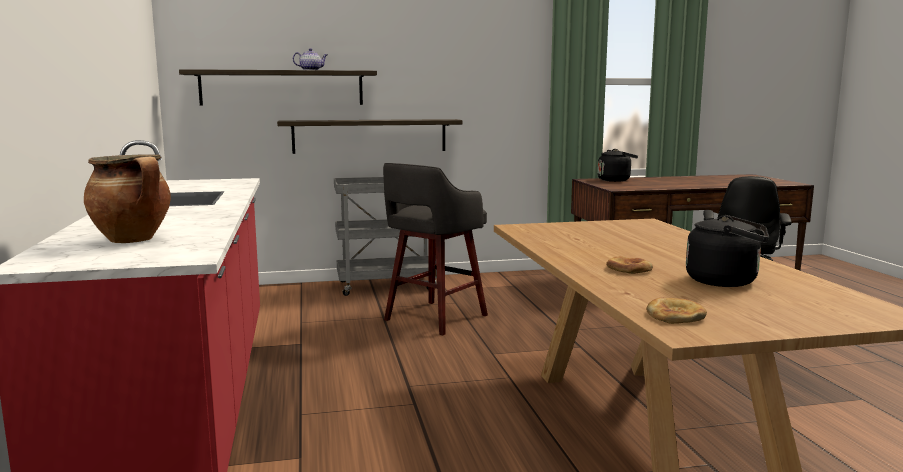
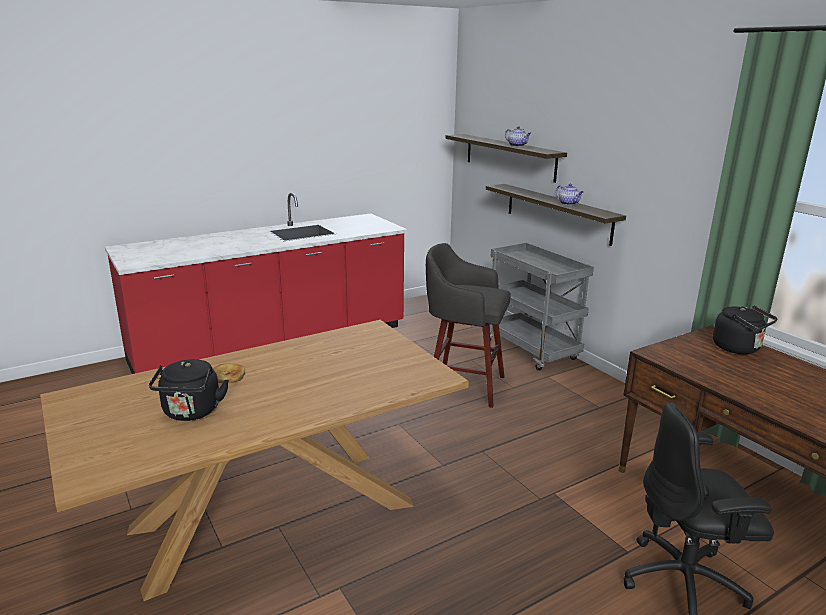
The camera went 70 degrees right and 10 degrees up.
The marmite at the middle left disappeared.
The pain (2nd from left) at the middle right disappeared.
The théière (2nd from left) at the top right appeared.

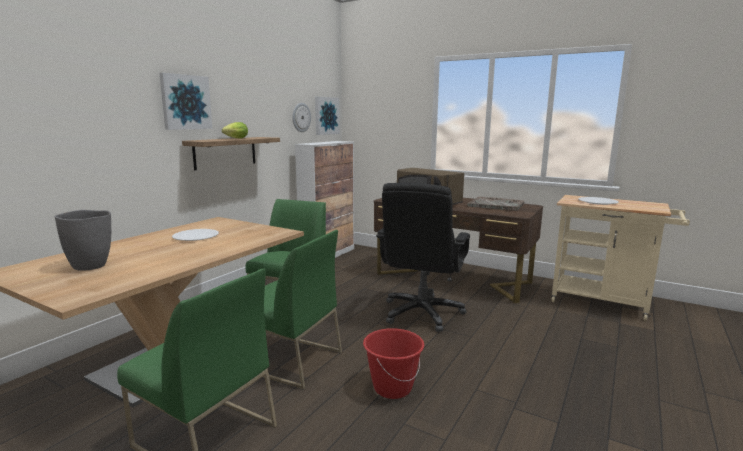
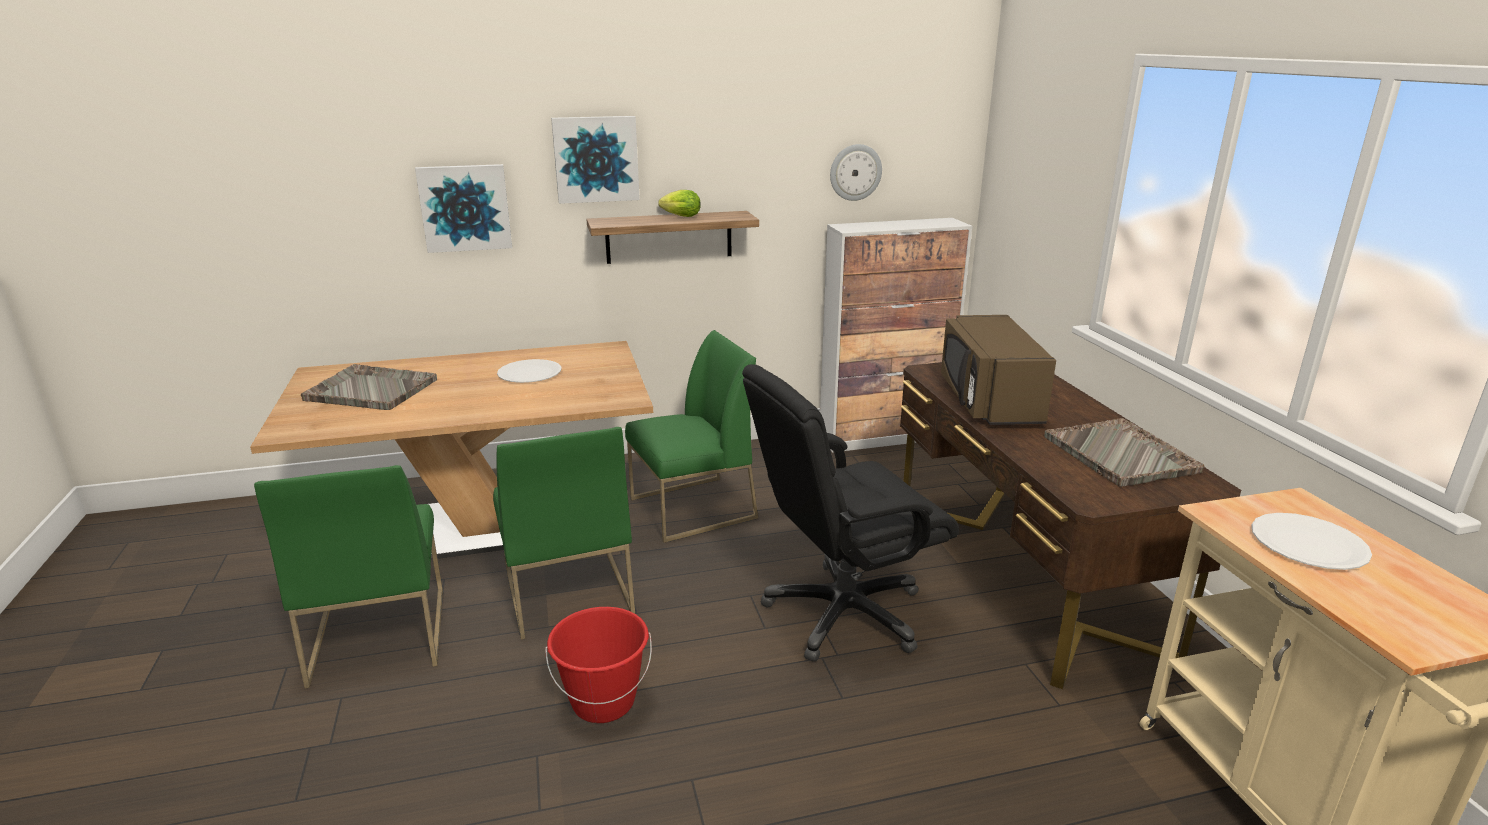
The camera went 45 degrees right and 10 degrees up.
The vase [gris] at the middle left was replaced by the plateau [gris] (1st from left) at the middle left.
The tableau (2nd from left in the first image) moved from the top centre to the top left.

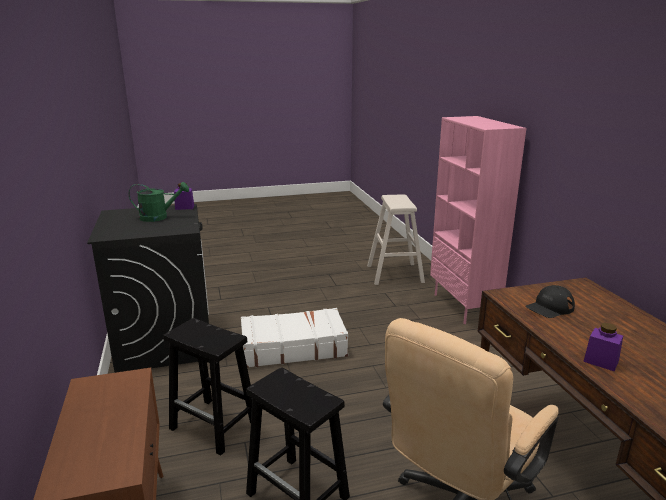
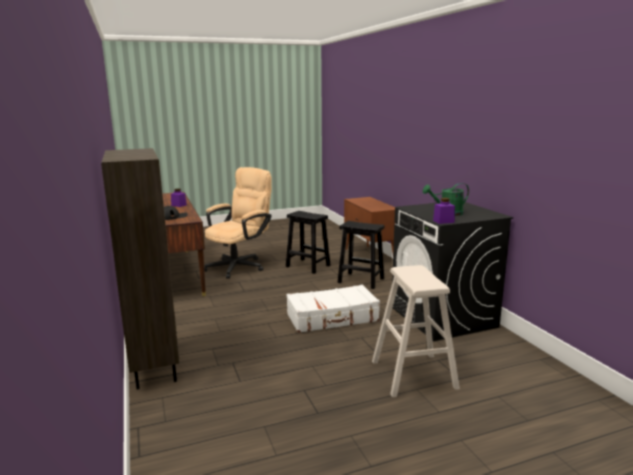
The camera went 175 degrees right and 5 degrees down.
The tabouret [beige] moved from the centre to the bottom centre.
The bibliothèque [rose] at the middle right became the bibliothèque [marron] at the middle left.

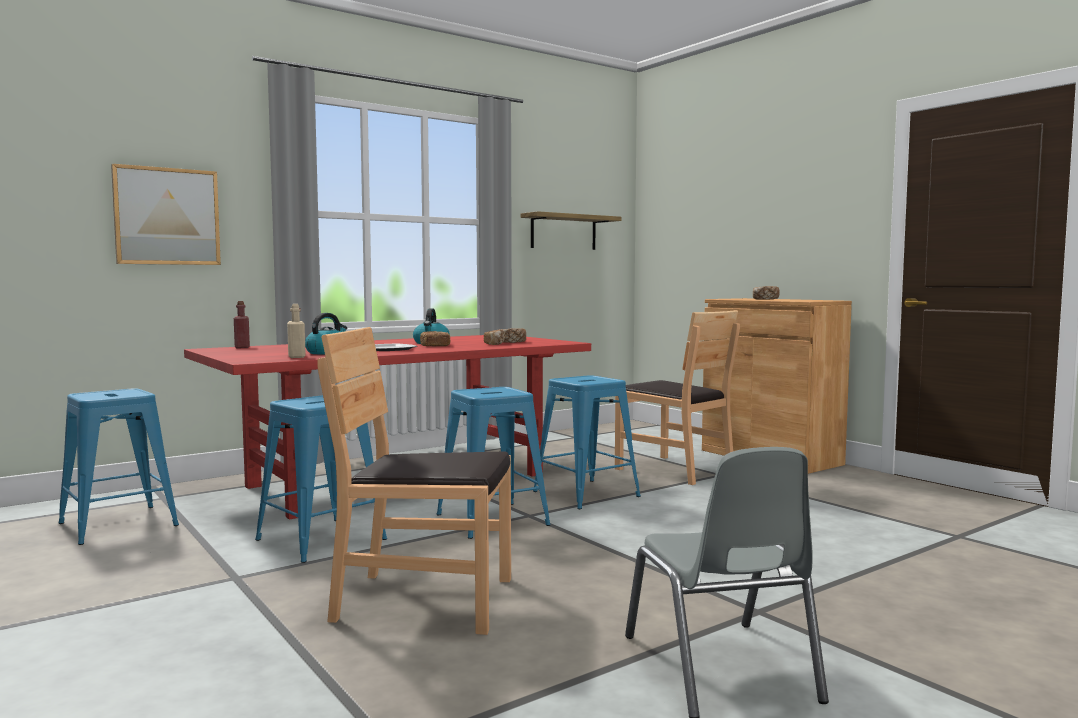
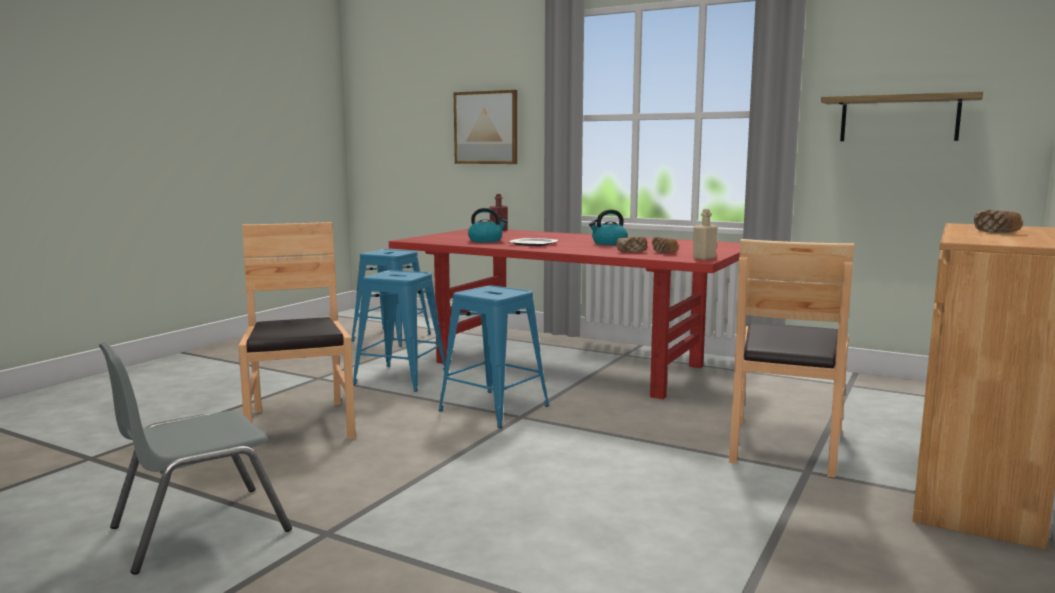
The camera went 65 degrees right and 5 degrees up.
The bouteille [beige] moved from the middle left to the middle right.
The pain (1st from left) at the centre disappeared.
The tabouret [bleu] (4th from left) at the centre disappeared.

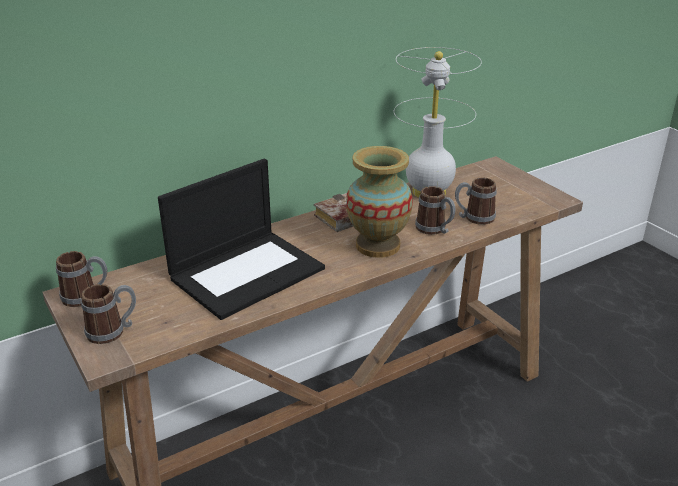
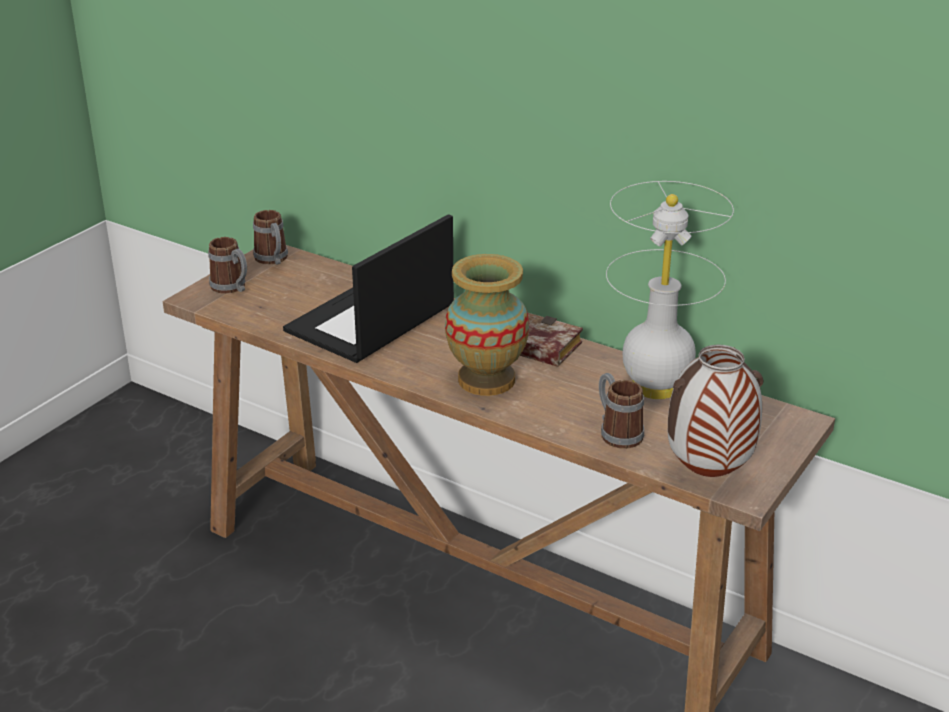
The camera went 65 degrees right and 0 degrees up.
The ordinateur portable at the centre turned 105 degrees clockwise.
The mug (3rd from left) at the centre disappeared.
The vase (2nd from left) at the middle right appeared.

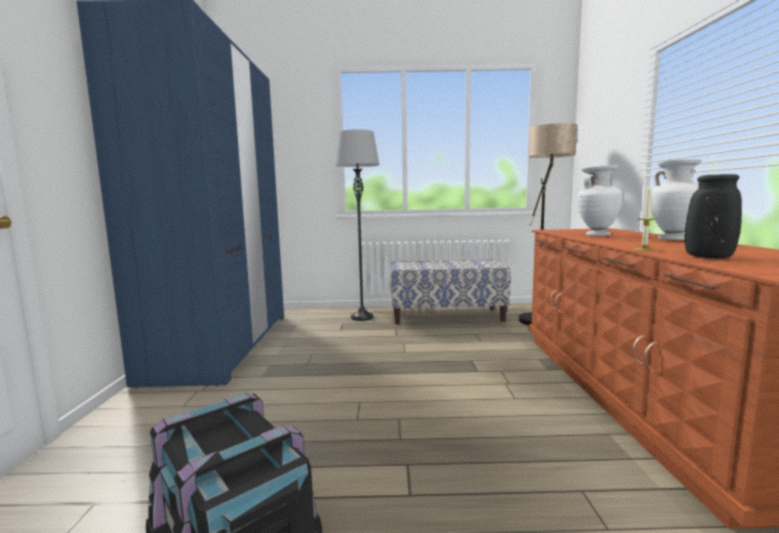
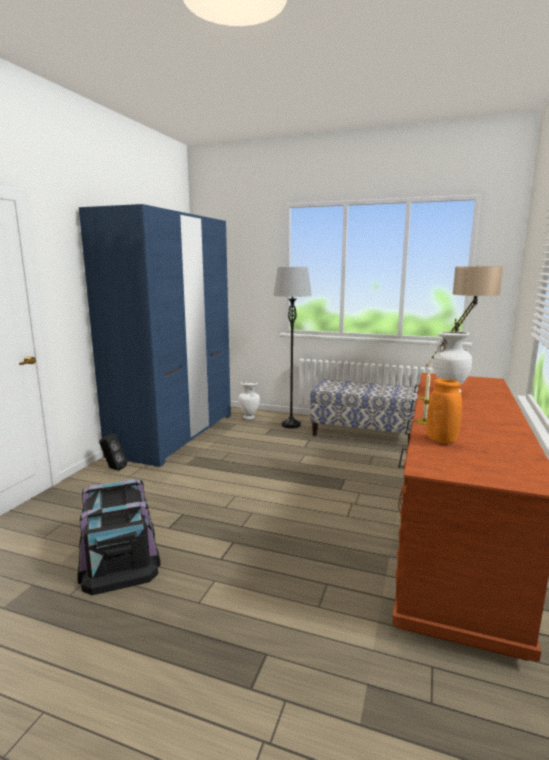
The camera went 20 degrees right and 5 degrees up.
The vase [blanc] (2nd from left in the first image) moved from the middle right to the centre.
The vase [noir] at the middle right became the vase [orange] at the middle right.
The enceinte [noir] at the middle left appeared.

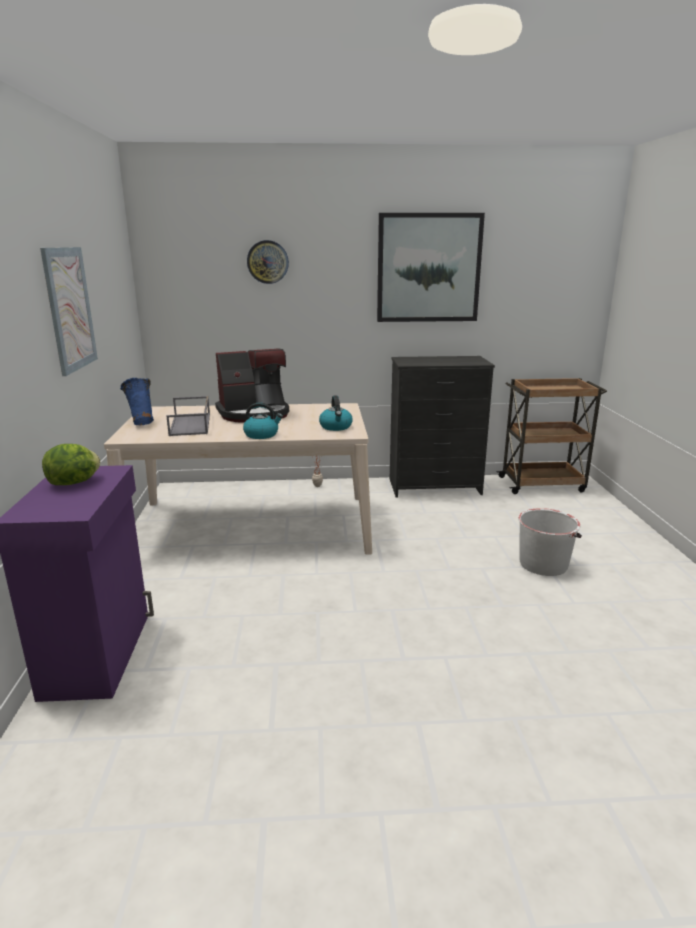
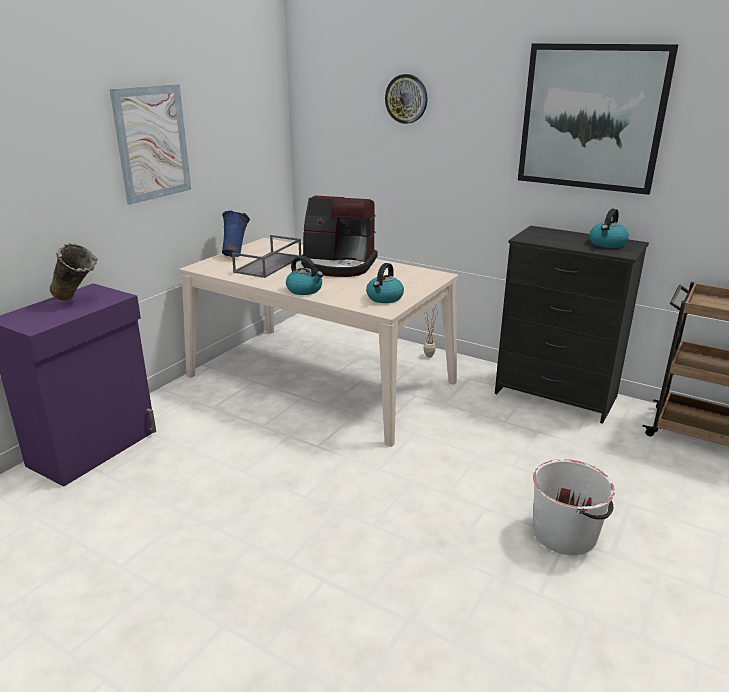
The camera went 35 degrees right and 5 degrees up.
The laitue at the middle left was replaced by the vase [beige] at the middle left.
The bouilloire (3rd from left) at the top right appeared.

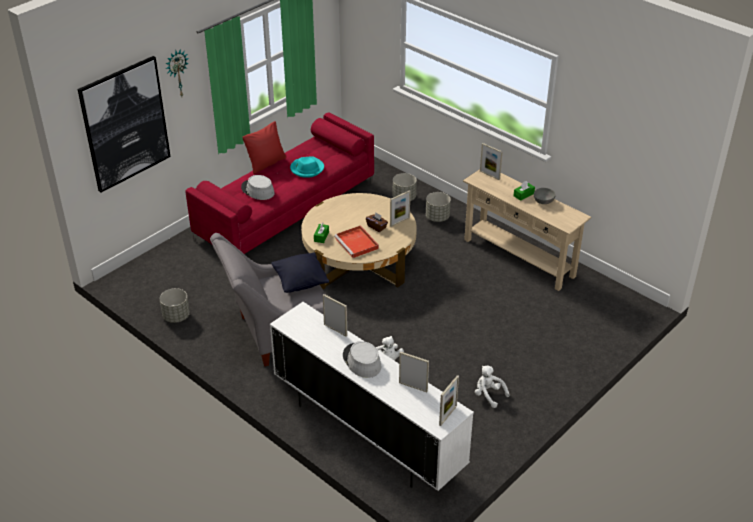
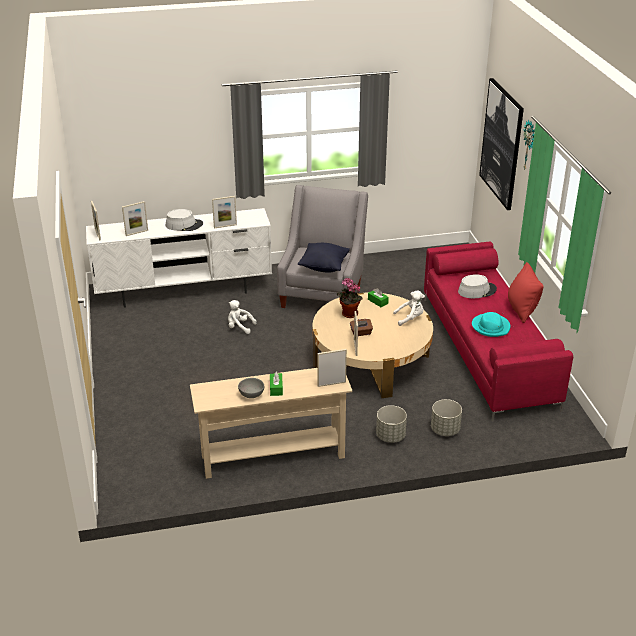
The camera went 125 degrees right and 5 degrees down.
The cache-pot [gris] (1st from left) at the middle left disappeared.
The plateau [rouge] at the centre was replaced by the plante en pot at the centre.
The peluche [blanc] (2nd from left) moved from the bottom centre to the centre.

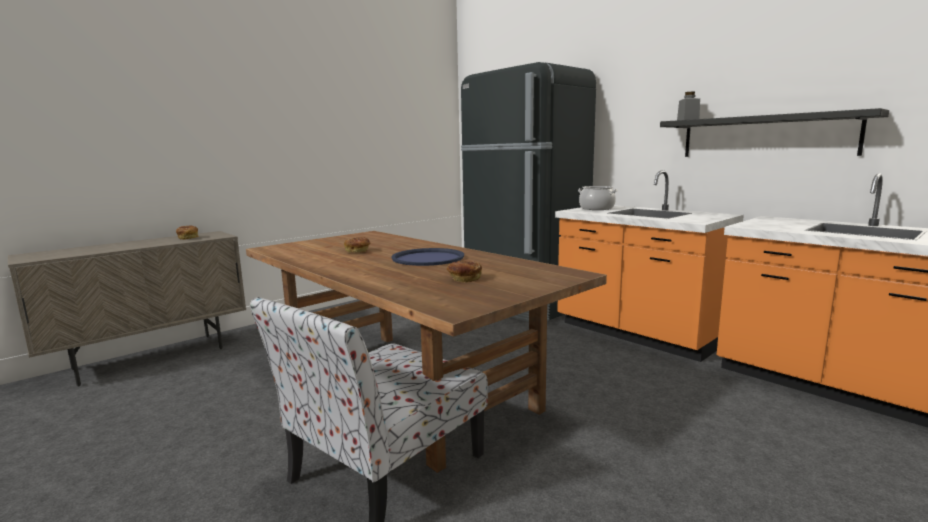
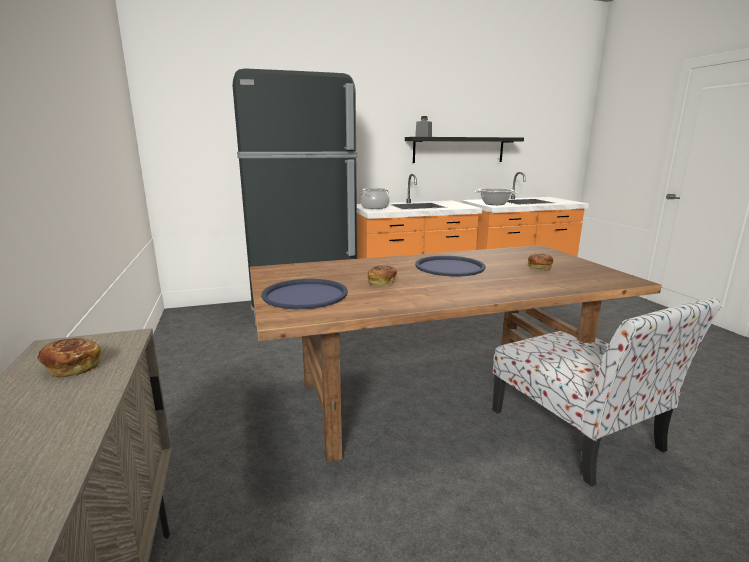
The camera went 65 degrees left and 5 degrees up.
The plateau [bleu] (1st from left) at the centre appeared.
The marmite (2nd from left) at the centre appeared.

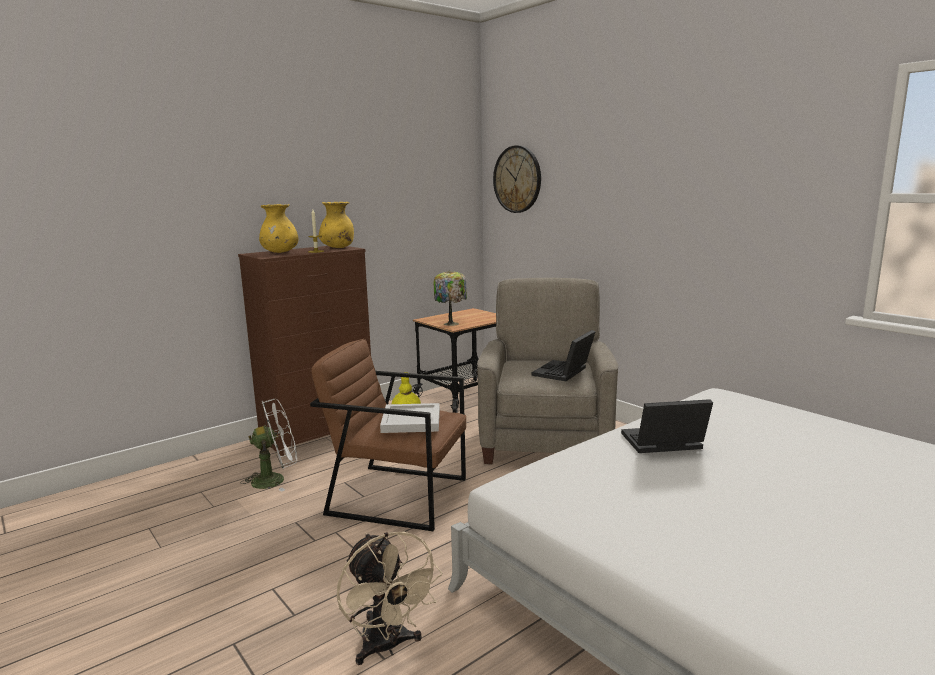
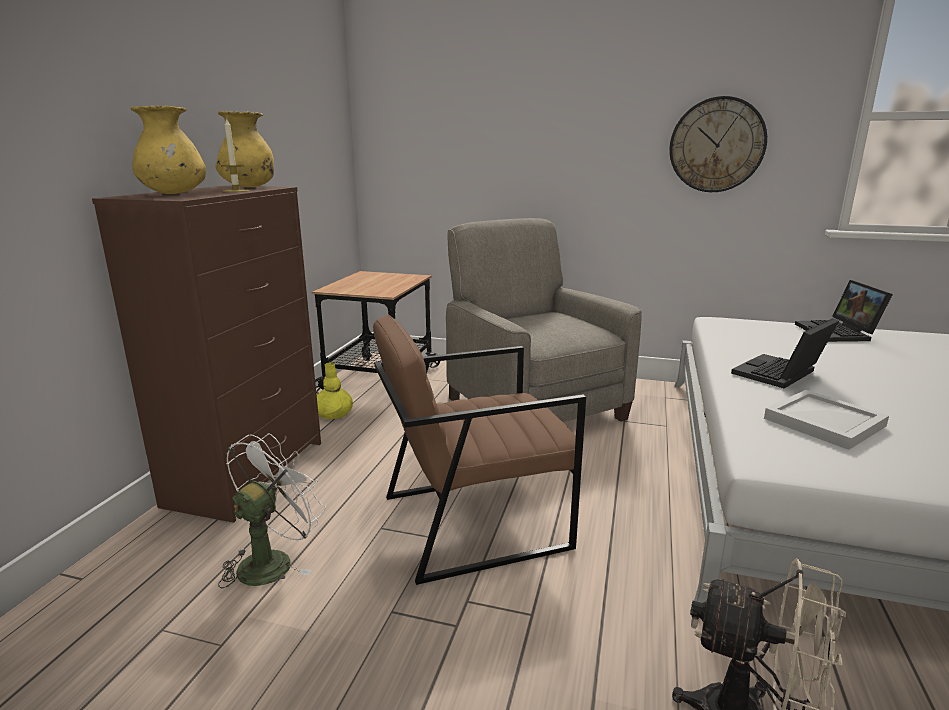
The camera went 35 degrees left and 5 degrees up.
The plateau [blanc] moved from the centre to the middle right.
The lampe de table at the centre disappeared.
The horloge murale moved from the top centre to the top right.
The ordinateur portable (1st from left in the first image) moved from the centre to the middle right.

